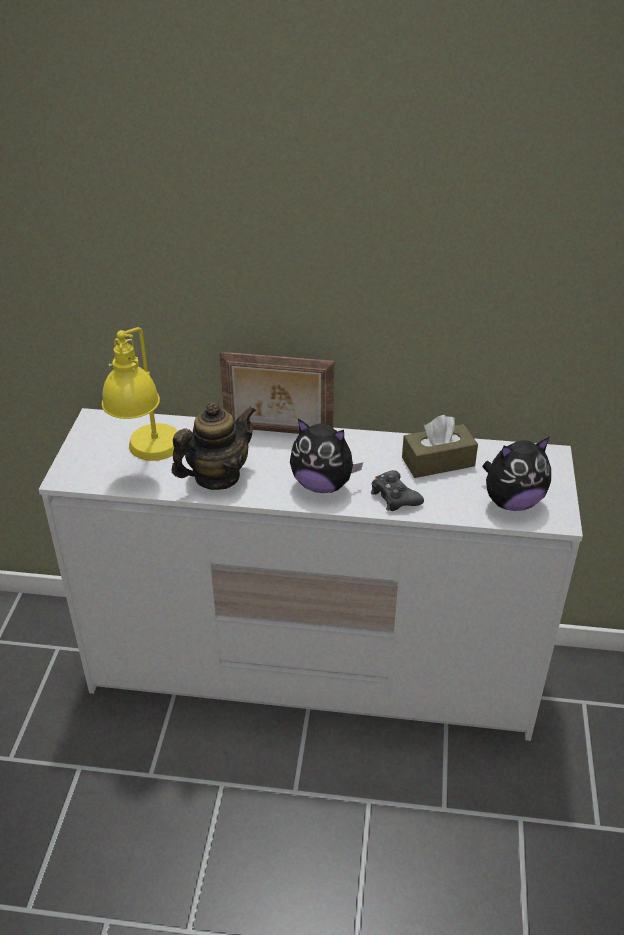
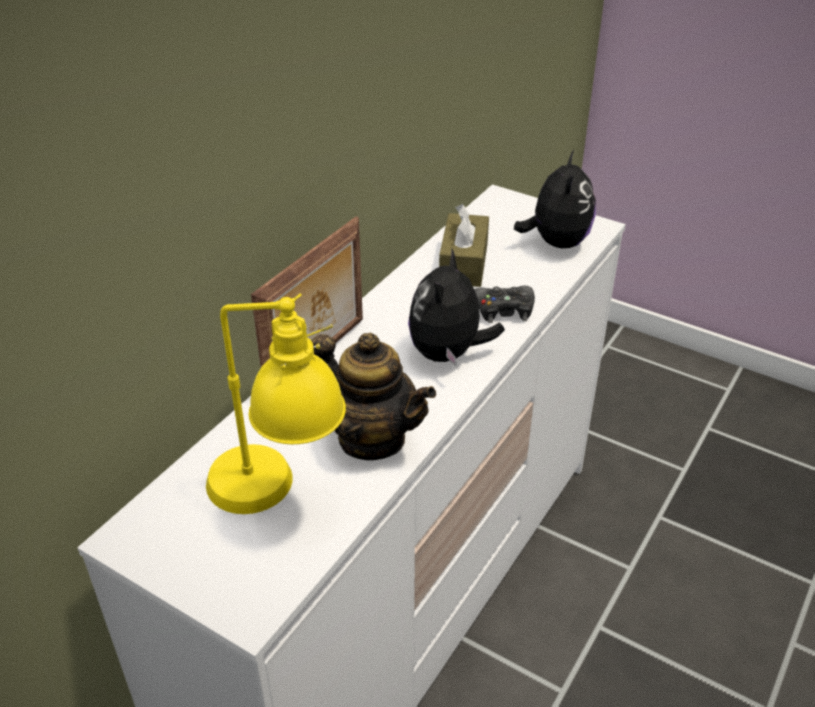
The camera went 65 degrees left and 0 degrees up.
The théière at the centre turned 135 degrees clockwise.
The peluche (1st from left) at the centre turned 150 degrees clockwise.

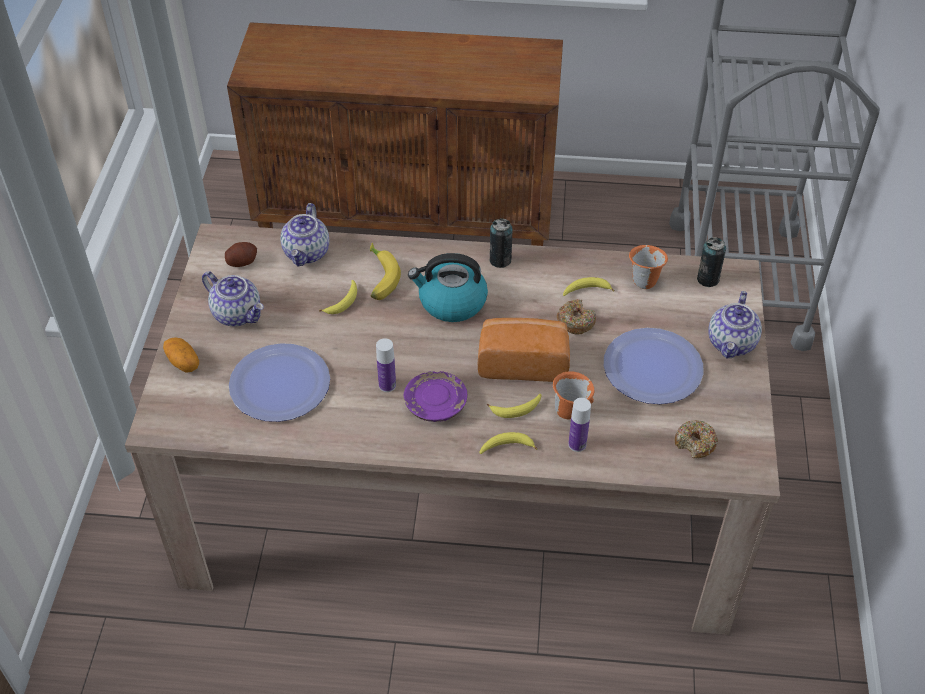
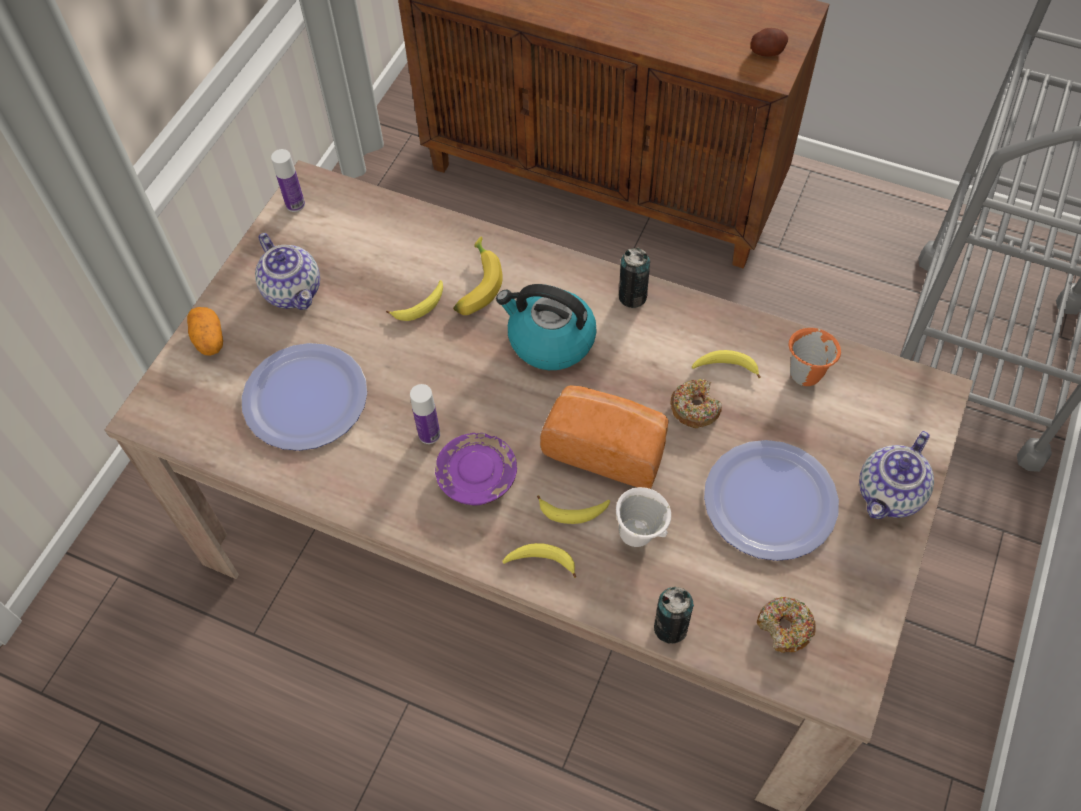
The camera went 20 degrees right and 10 degrees up.
The pomme de terre (2nd from left) moved from the middle left to the top right.
The théière (2nd from left) at the middle left disappeared.
The mug [orange] (1st from left) at the centre became the mug [blanc] at the centre.
The bouteille (2nd from left in the first image) moved from the centre to the top left.
The boîte métallique (2nd from left) moved from the middle right to the bottom centre.

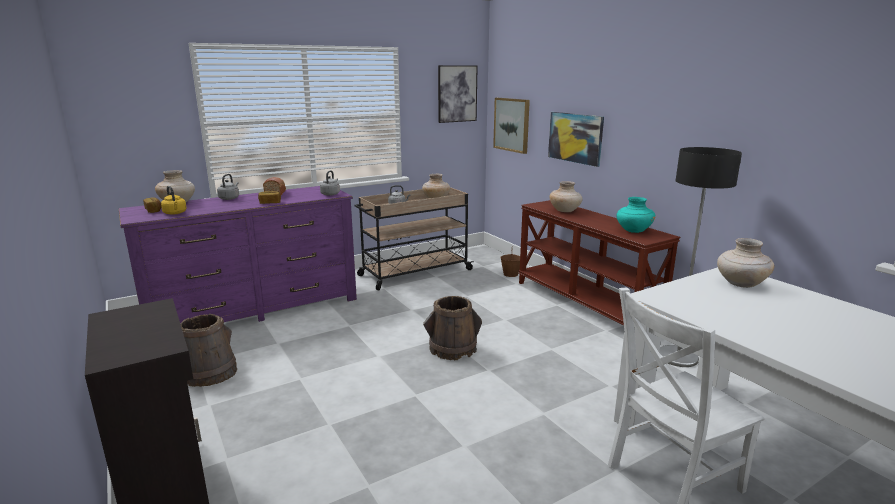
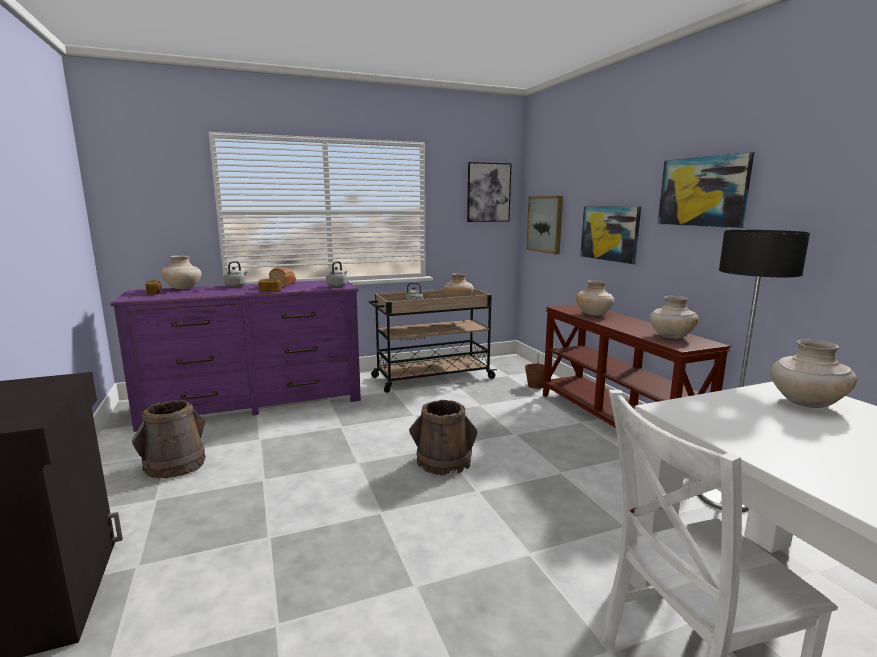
The camera went 10 degrees right and 5 degrees down.
The bouilloire [jaune] at the middle left disappeared.
The vase [turquoise] at the middle right became the vase [beige] (4th from left) at the middle right.
The tableau (4th from left) at the top right appeared.

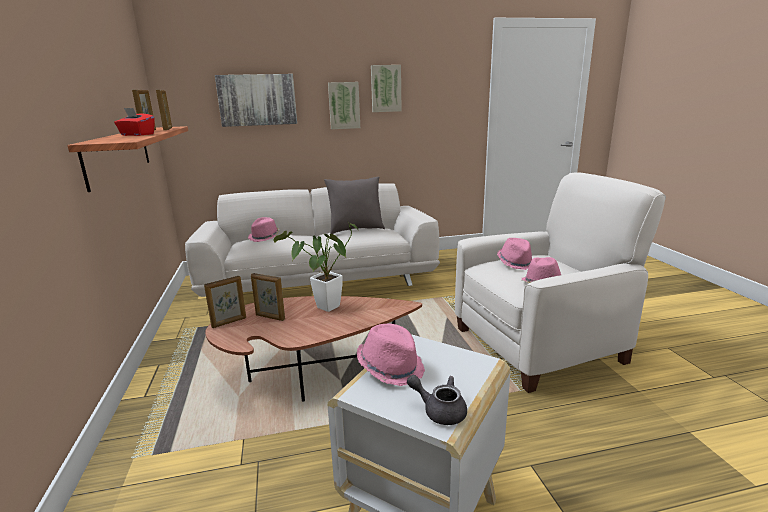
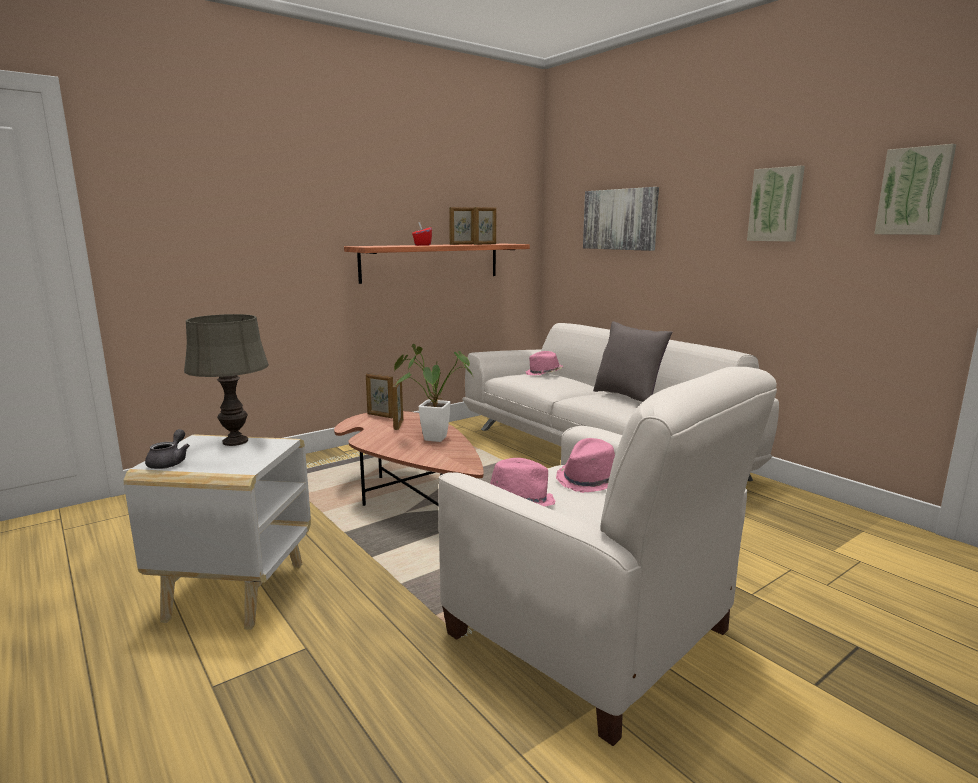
The camera went 65 degrees right and 5 degrees down.
The tableau (2nd from left in the first image) moved from the top centre to the top right.
The chapeau [rose] (2nd from left) at the bottom centre was replaced by the lampe de table [gris] at the middle left.

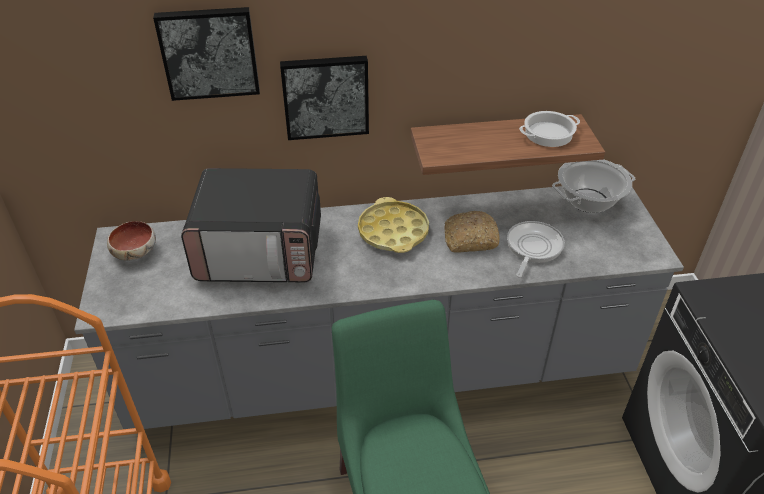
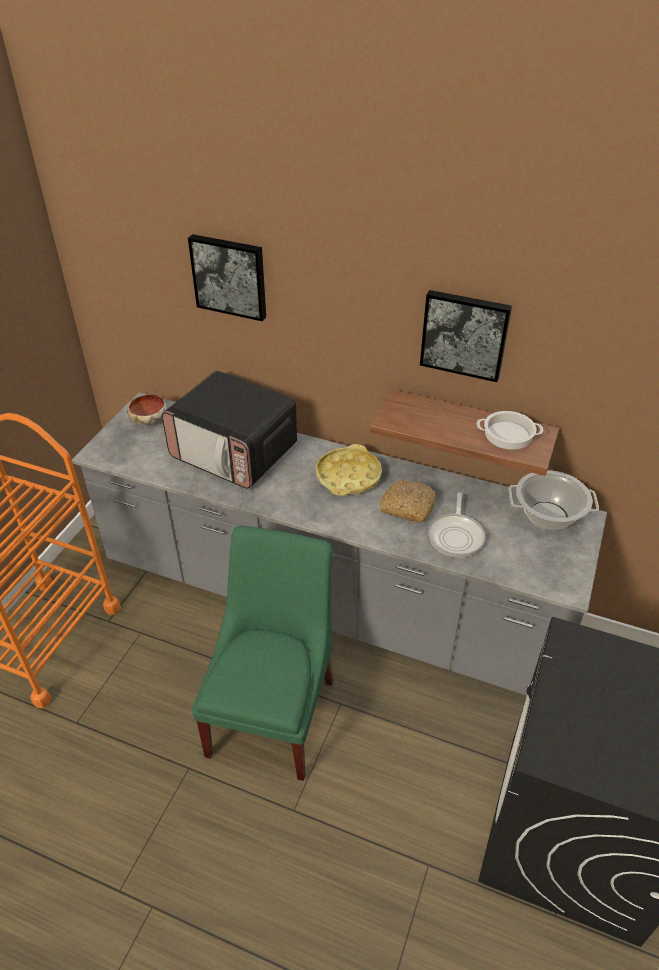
The camera went 30 degrees right and 0 degrees up.
The tableau (2nd from left) moved from the top centre to the middle right.
The poêle at the middle right turned 135 degrees clockwise.

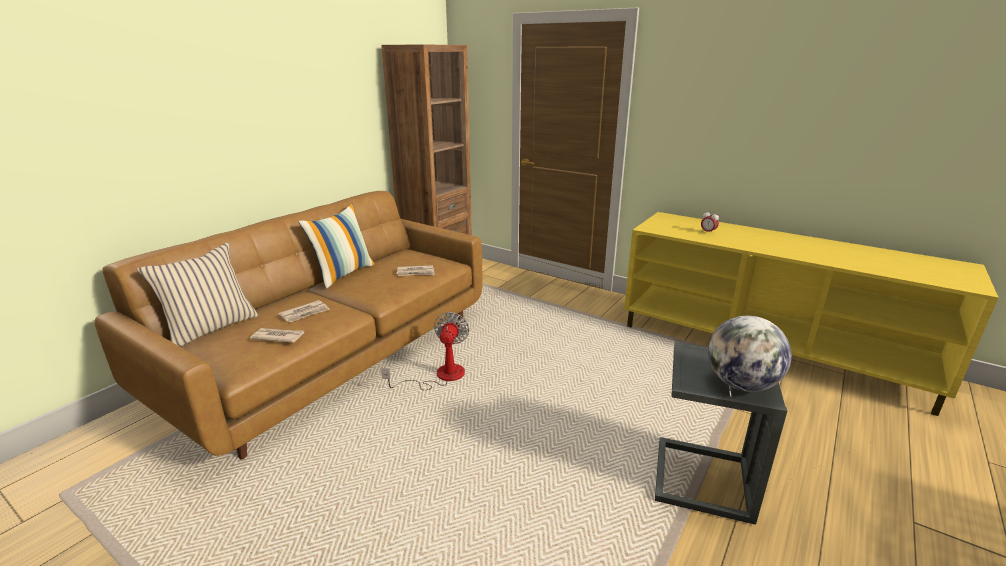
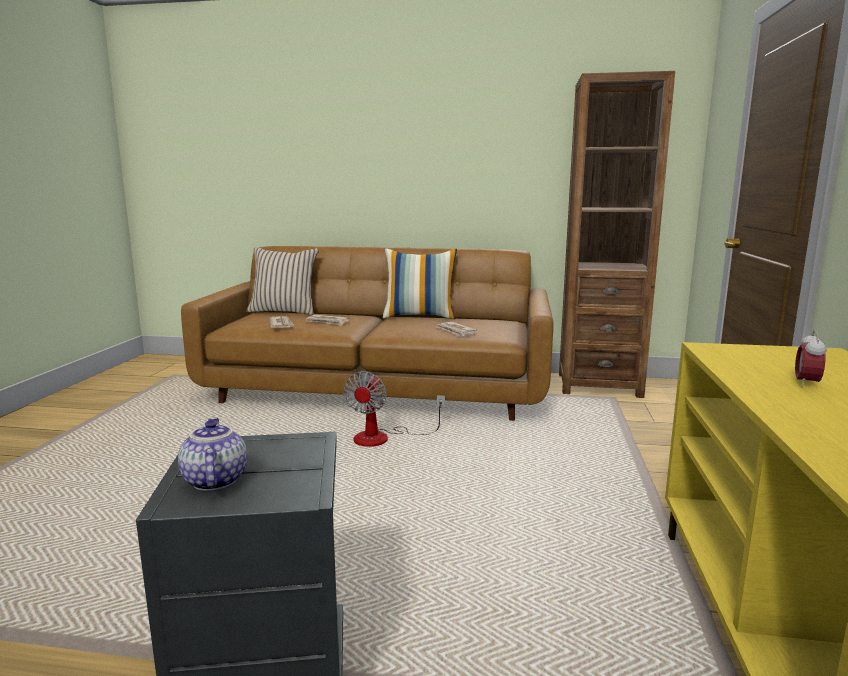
The camera went 65 degrees right and 10 degrees down.
The ventilateur at the centre turned 120 degrees clockwise.
The globe at the middle right was replaced by the théière at the bottom left.

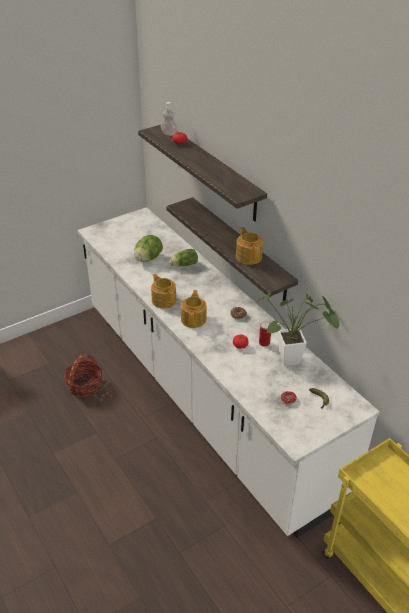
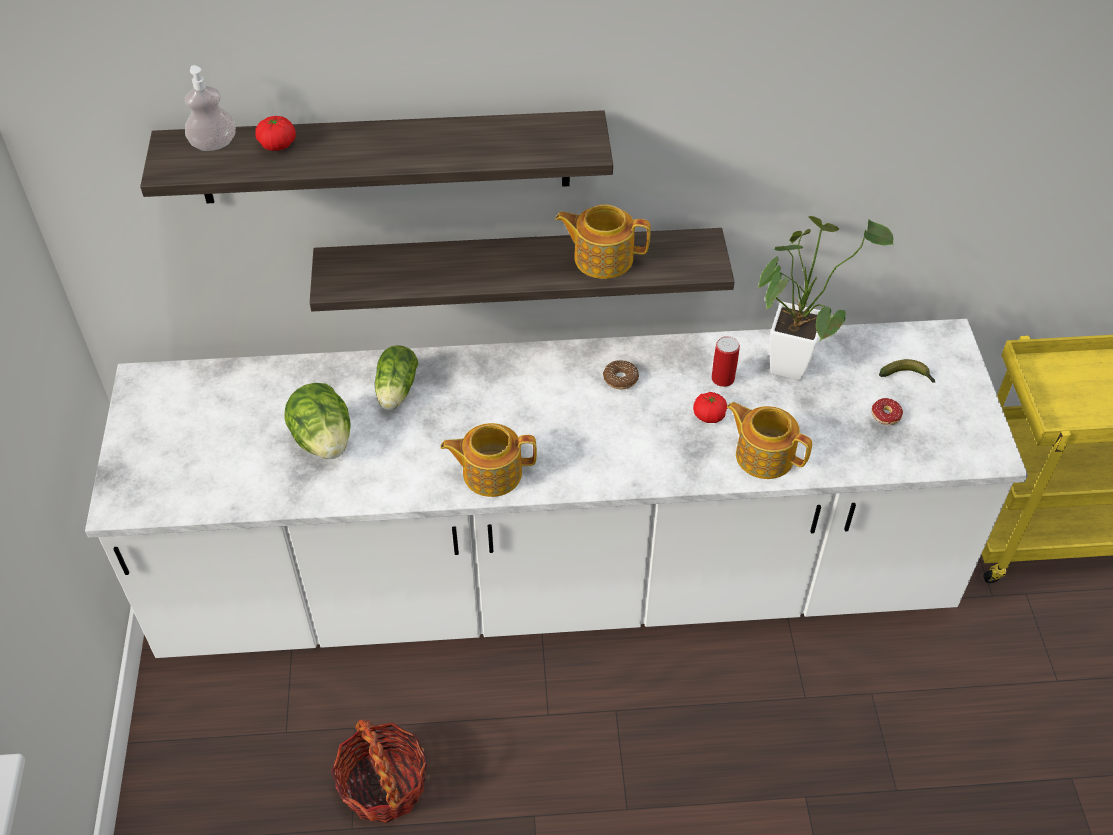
The camera went 60 degrees left and 10 degrees up.
The théière (2nd from left in the first image) moved from the centre to the middle right.

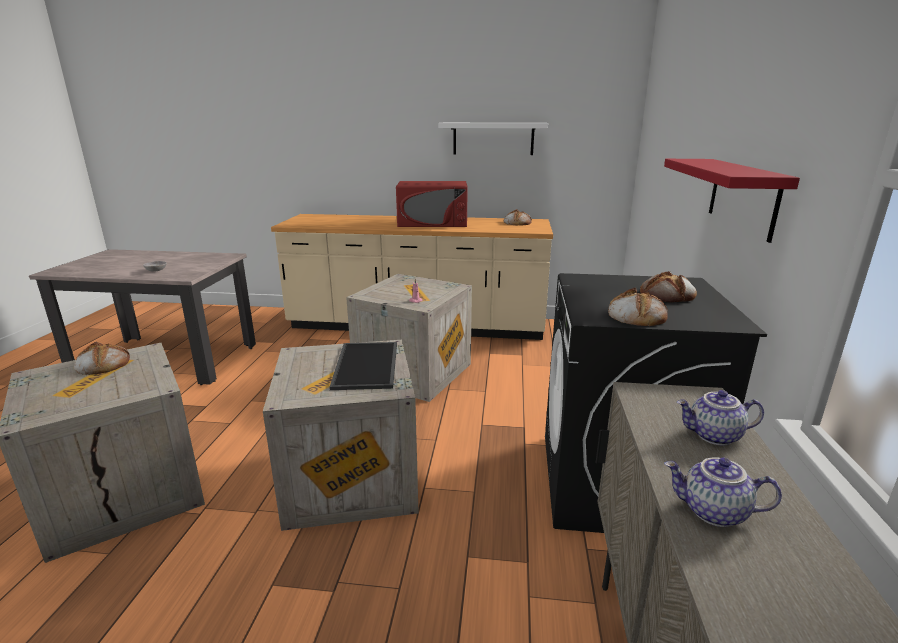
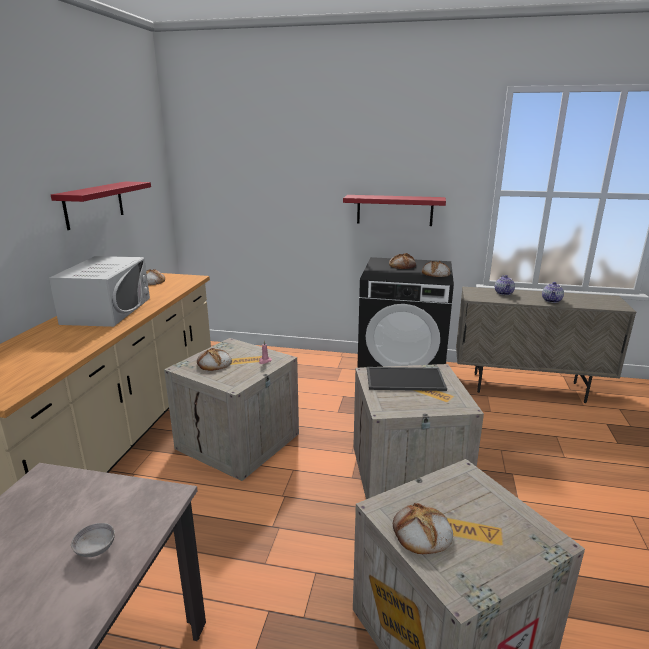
The camera went 85 degrees left and 0 degrees up.
The micro-ondes [rouge] at the top centre became the micro-ondes [blanc] at the middle left.
The étagère [blanc] at the top centre became the étagère [rouge] (1st from left) at the top left.
The pain (2nd from left) at the middle left appeared.

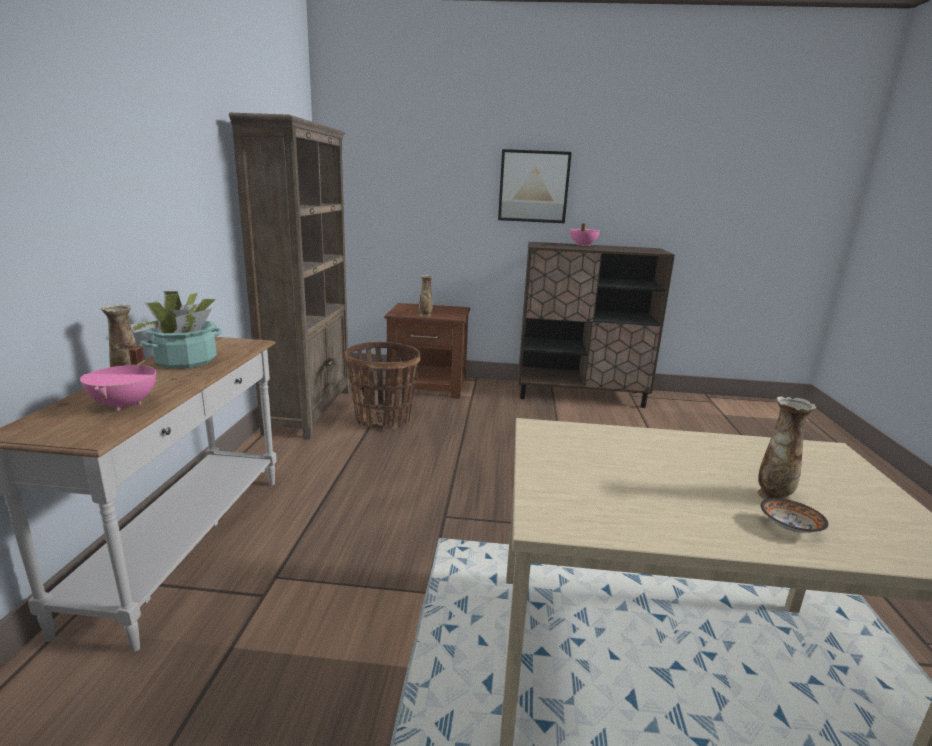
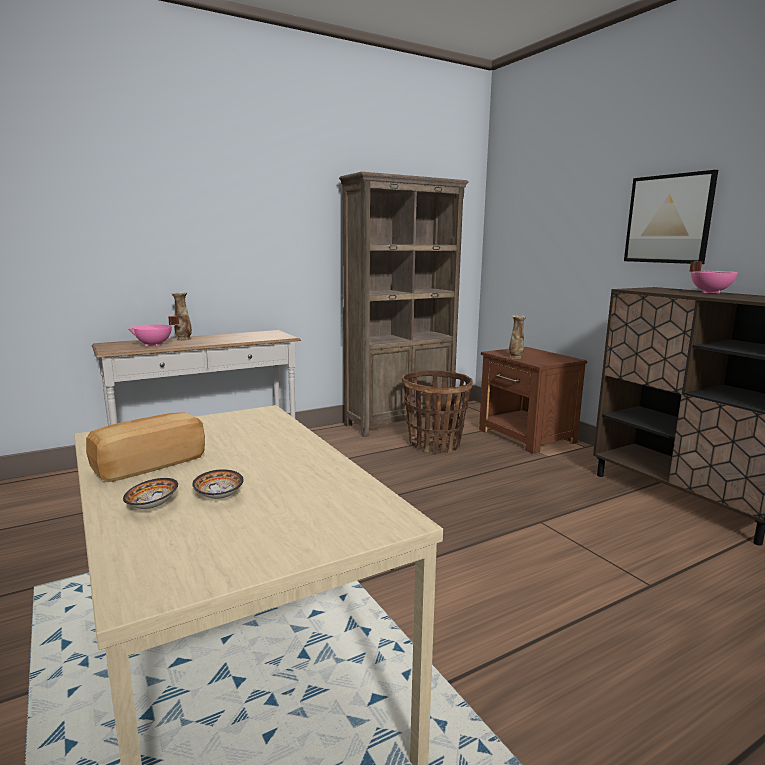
The camera went 55 degrees right and 5 degrees down.
The plante en pot at the middle left disappeared.
The vase (3rd from left) at the middle right was replaced by the bol (2nd from left) at the middle left.
The pain at the middle left appeared.

